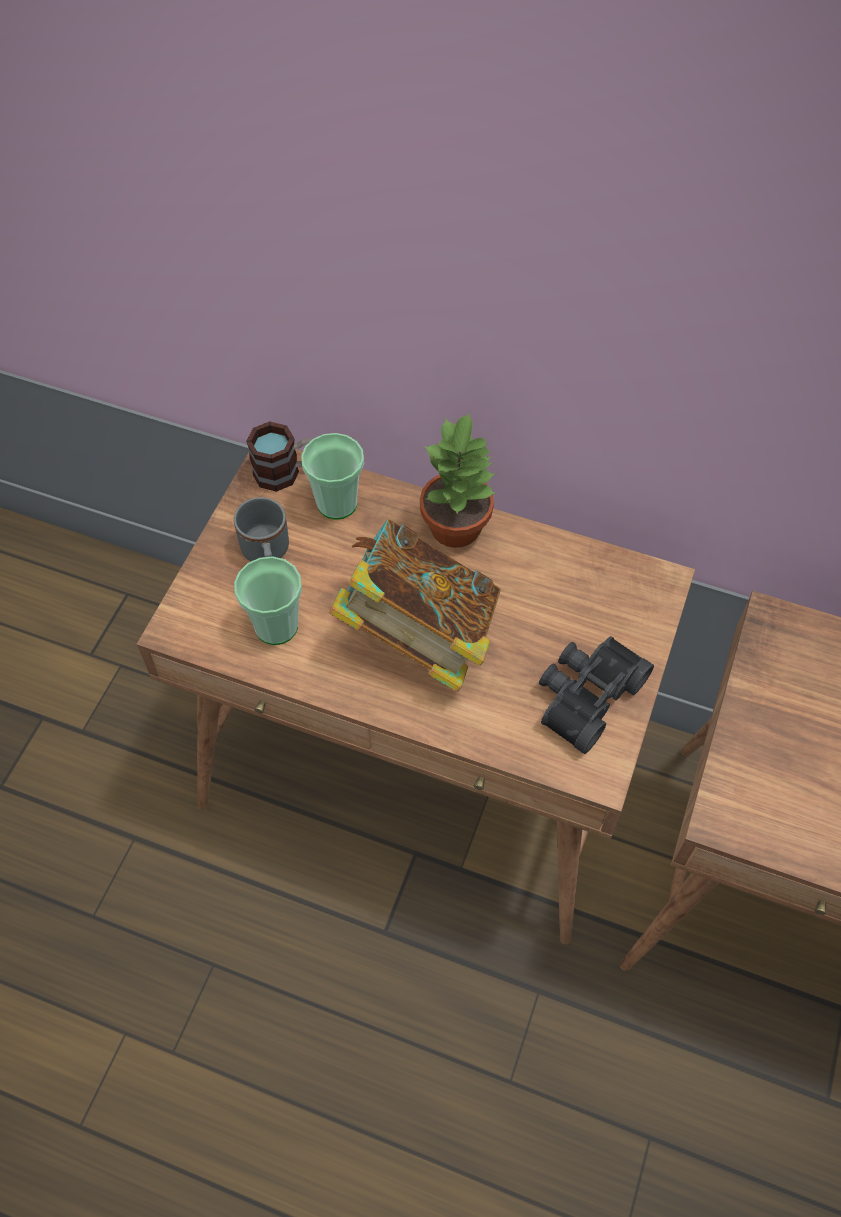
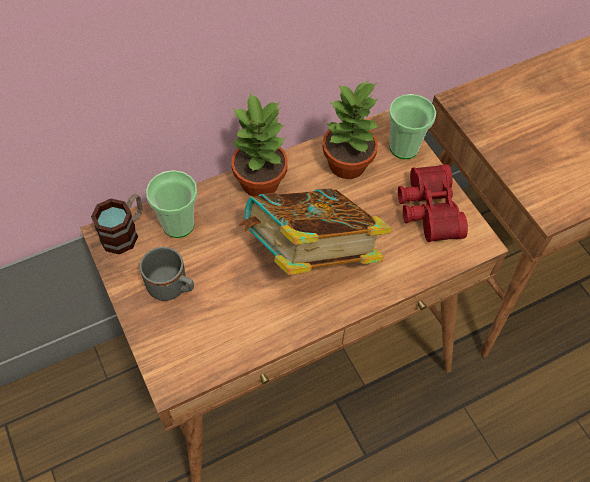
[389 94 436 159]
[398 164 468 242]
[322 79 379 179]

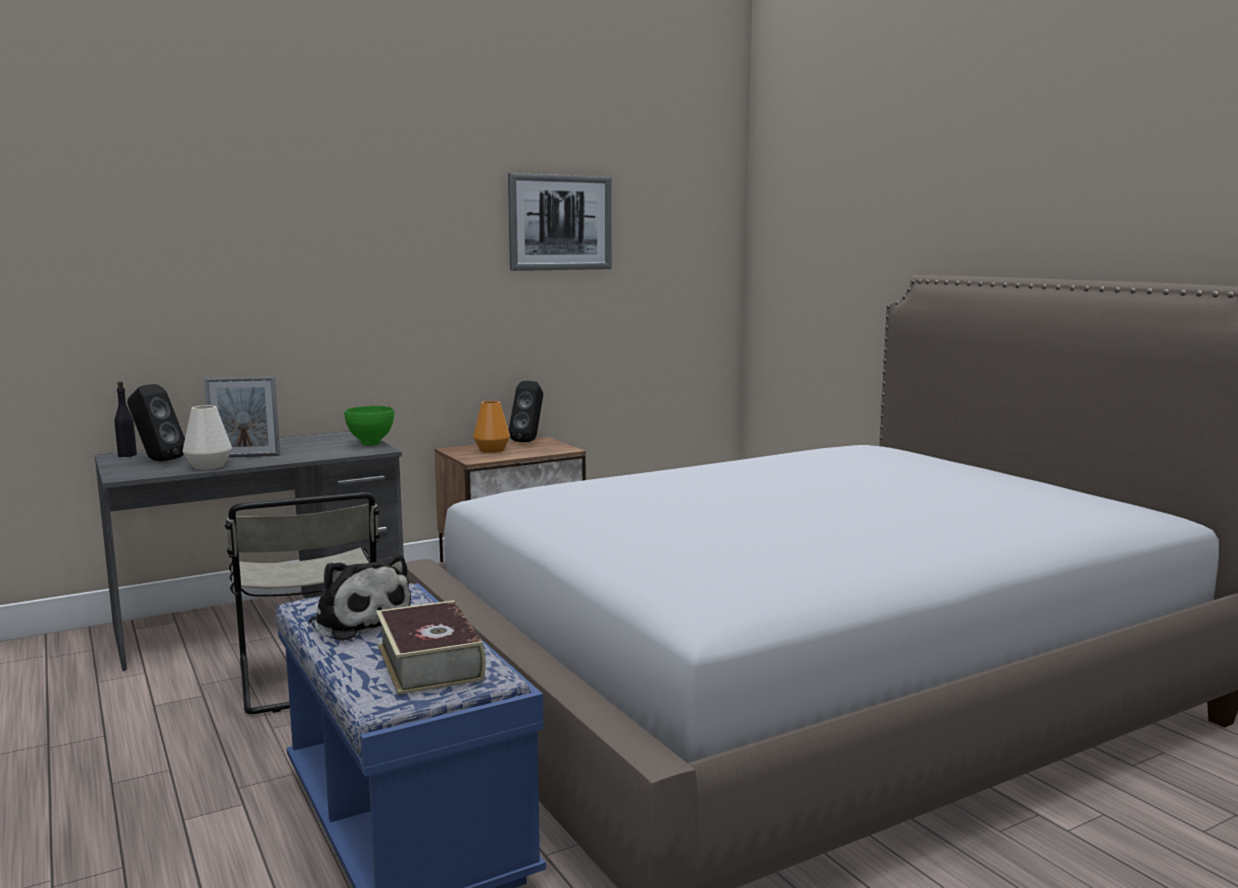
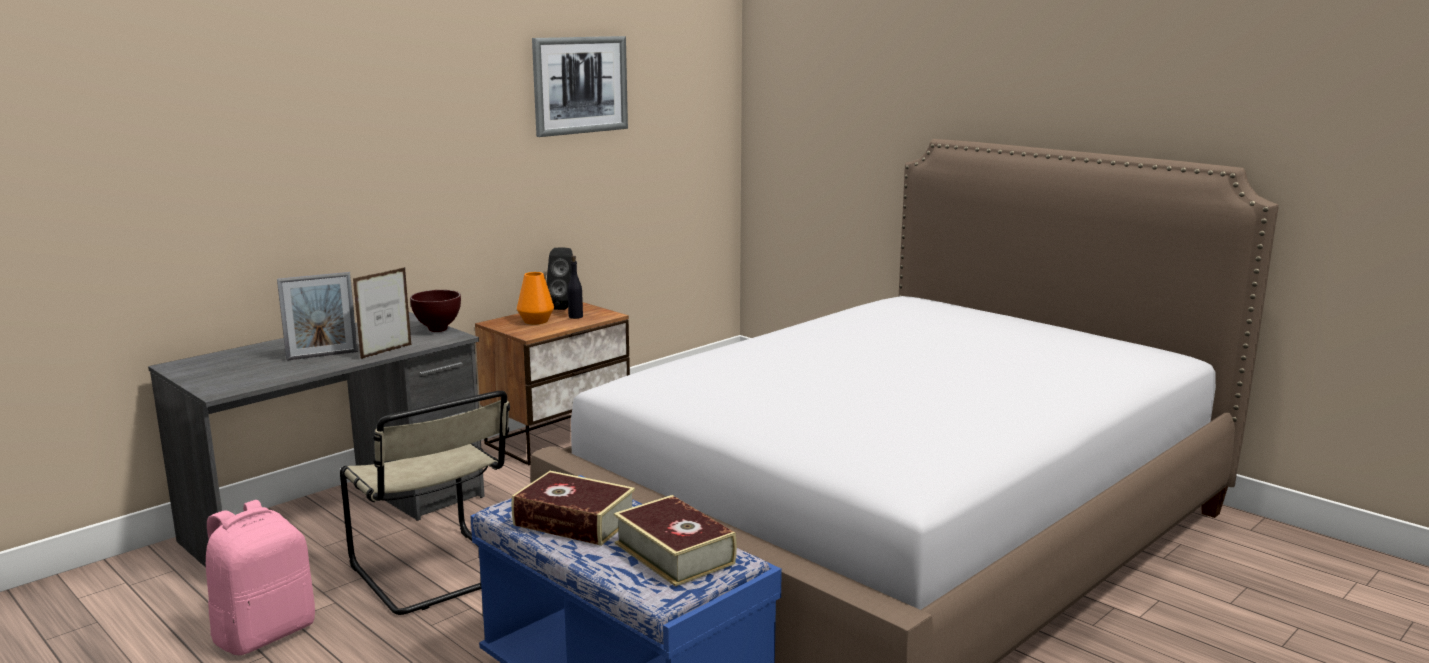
[567 256 583 319]
[127 384 185 461] (first image)
[183 405 232 470] (first image)
[410 290 461 332]
[512 471 635 546]
[353 267 412 359]
[206 500 315 655]

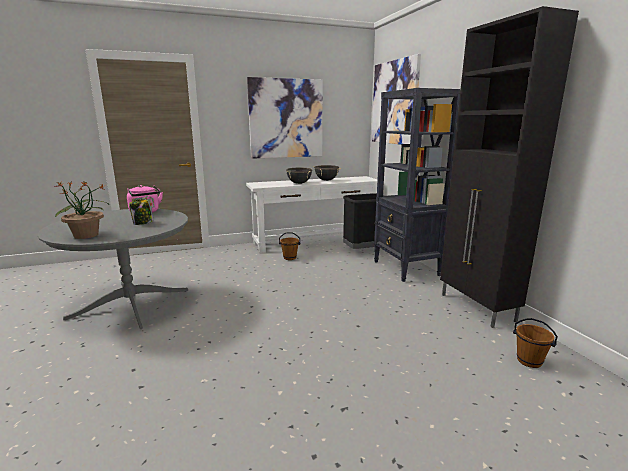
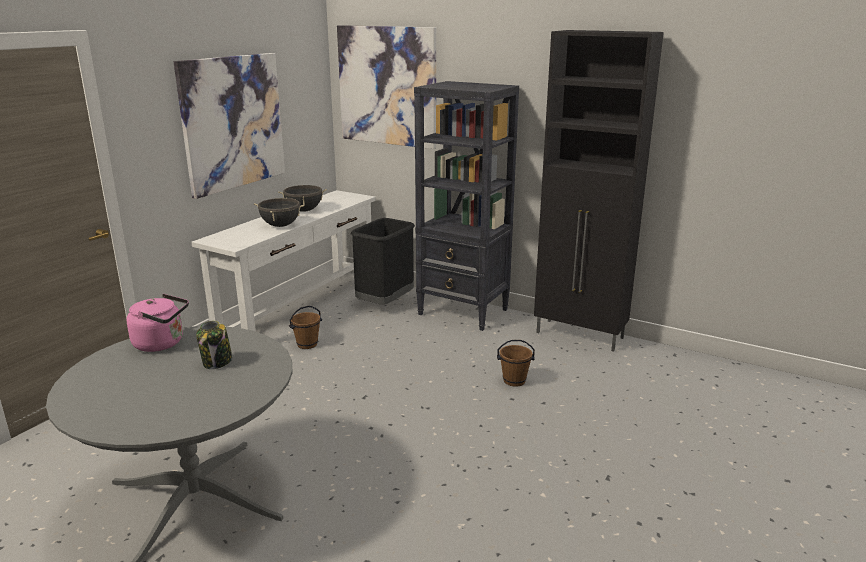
[54 181 108 239] (first image)
[497 340 535 387]

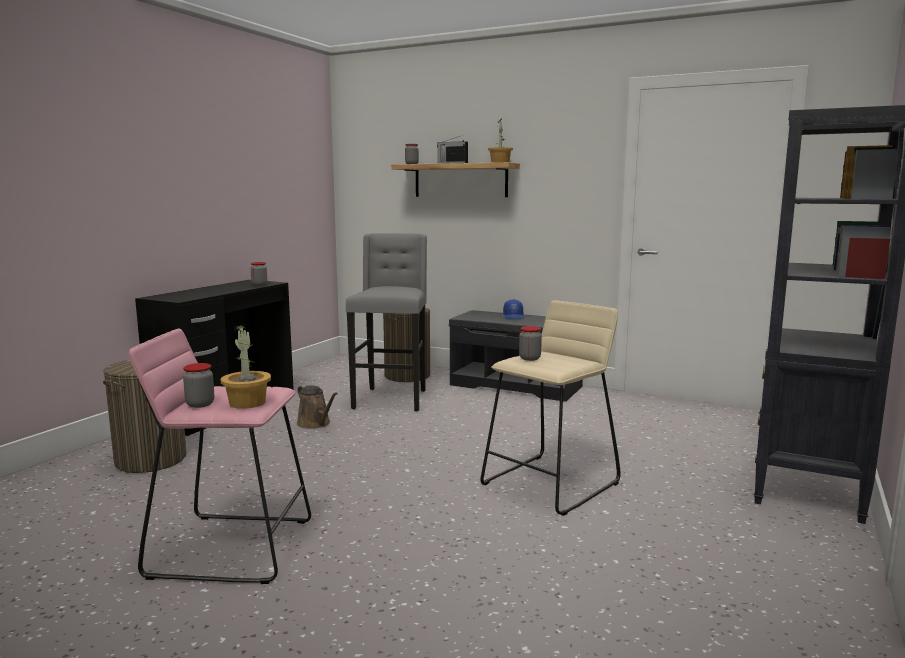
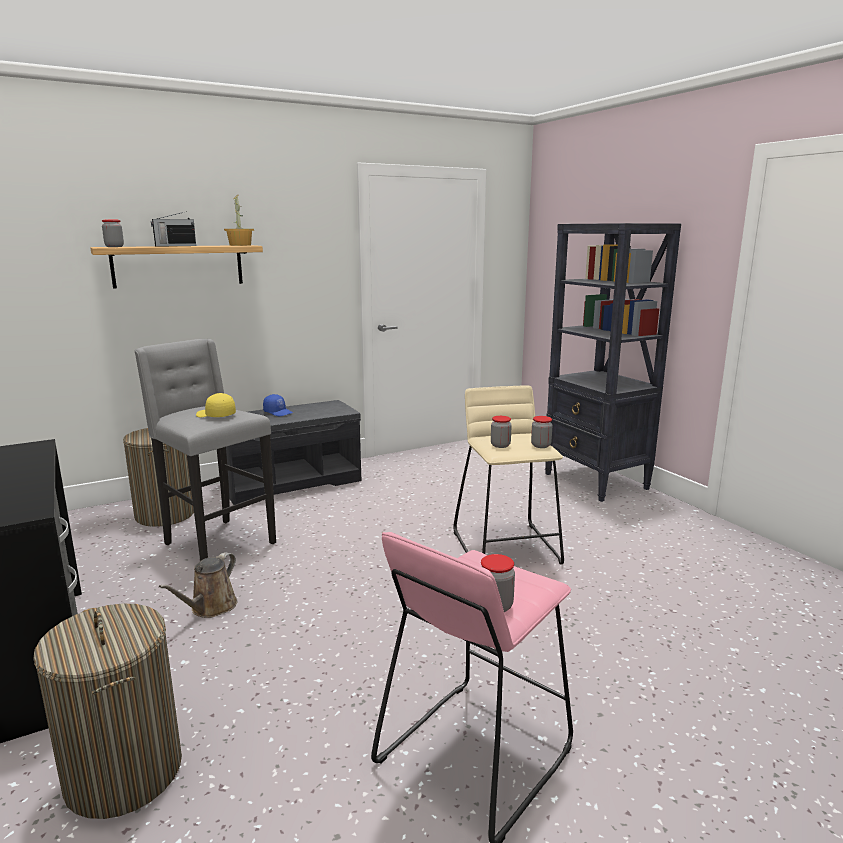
[531 416 553 448]
[221 325 271 409] (first image)
[159 552 237 618]
[196 393 236 417]

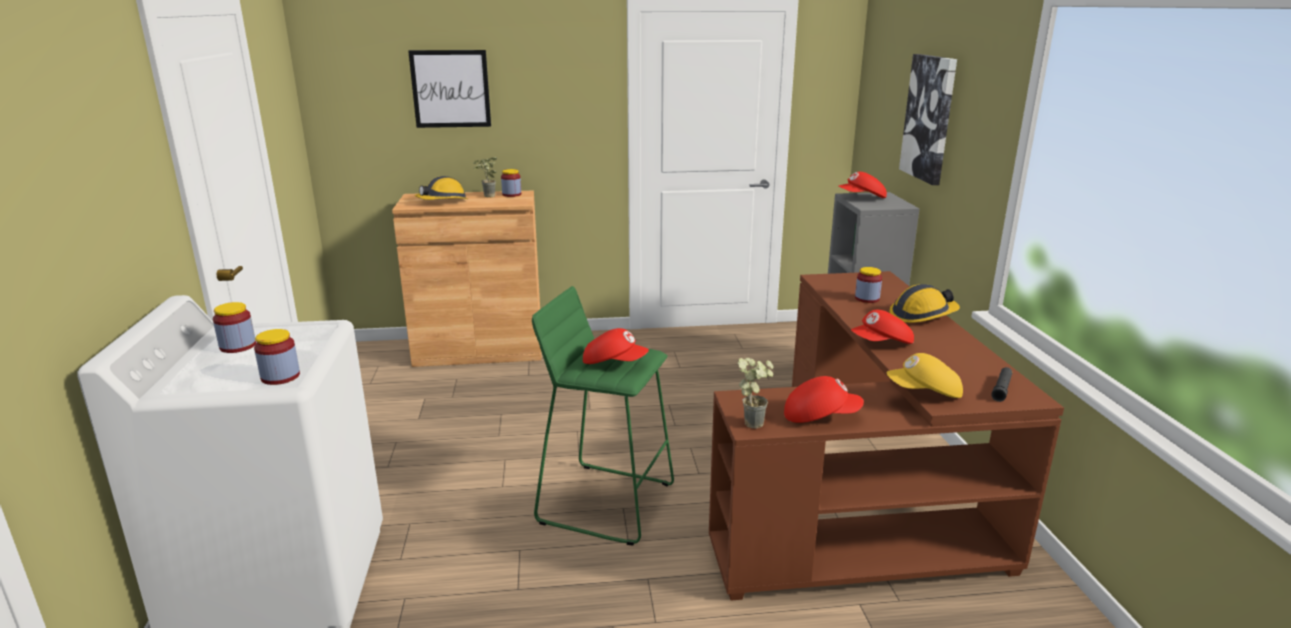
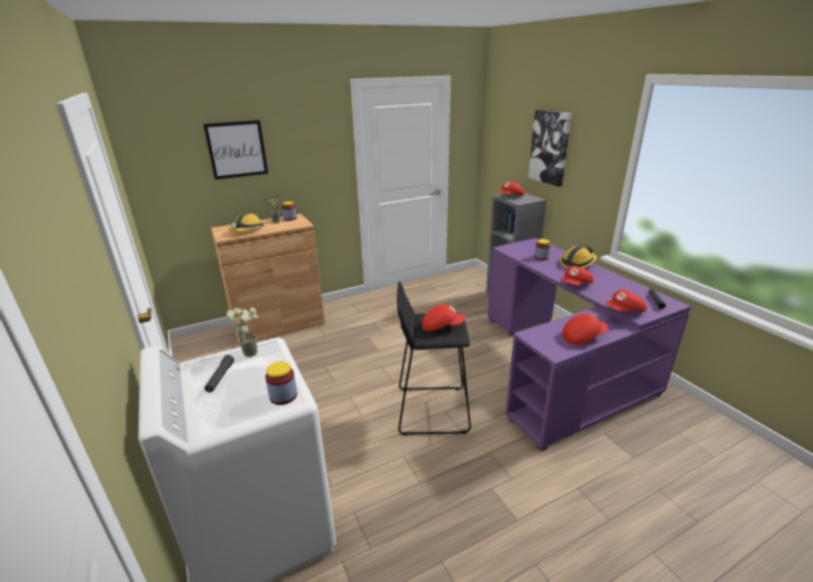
[488 238 691 452]
[397 282 471 436]
[204 355 234 392]
[606 290 647 312]
[226 307 258 357]

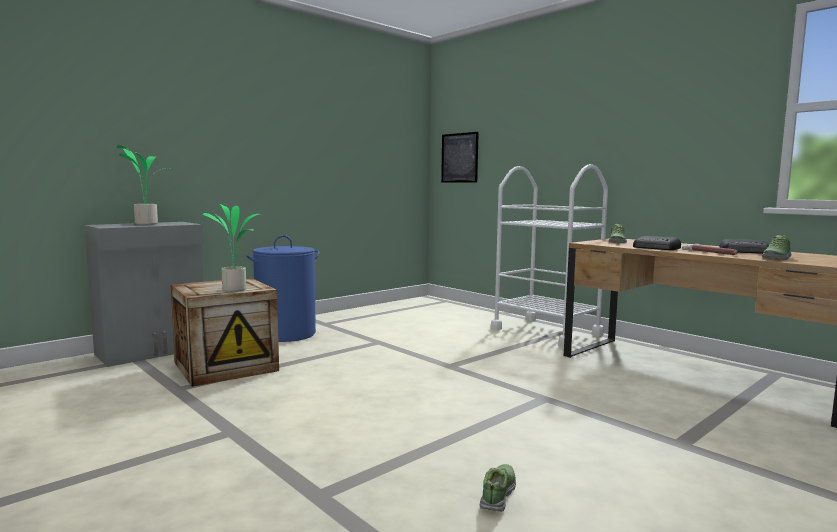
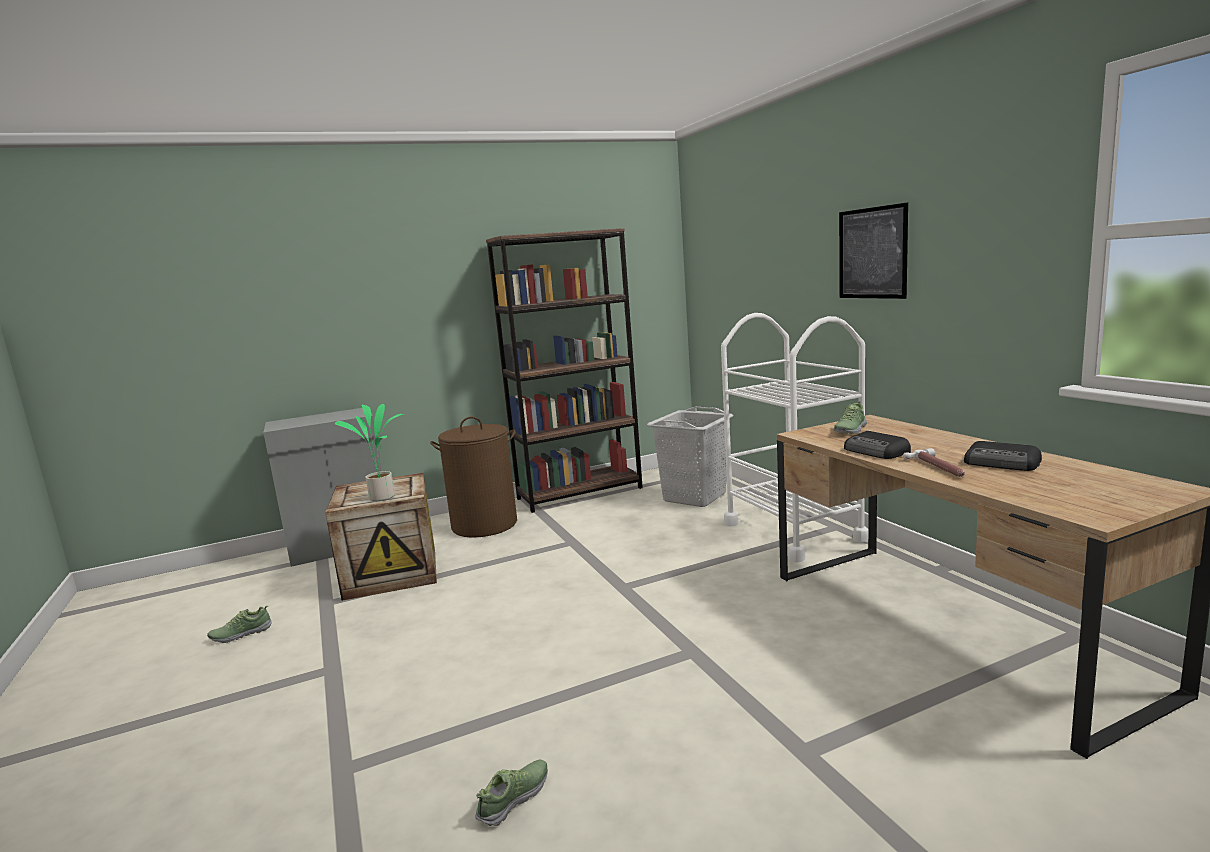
[839 203 908 299]
[116 145 170 225] (first image)
[430 416 517 538]
[207 606 272 643]
[486 228 643 513]
[647 407 733 507]

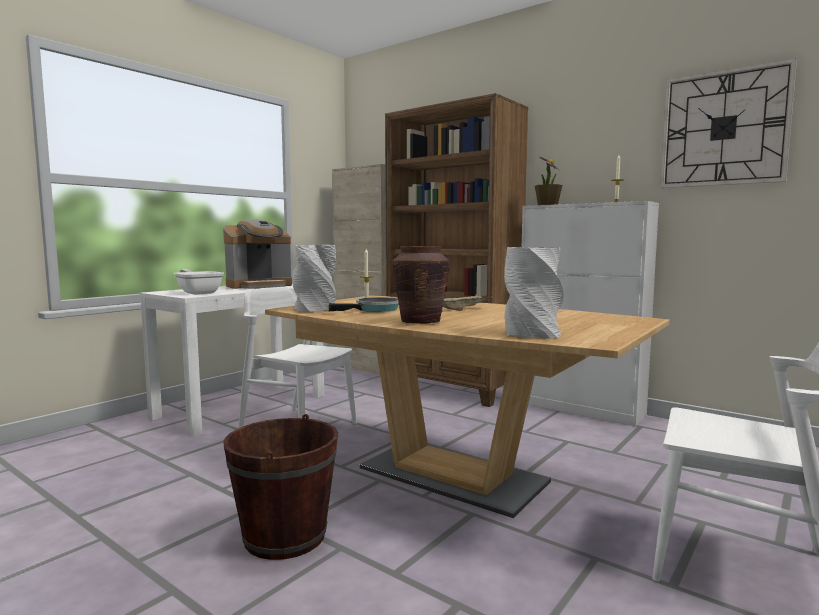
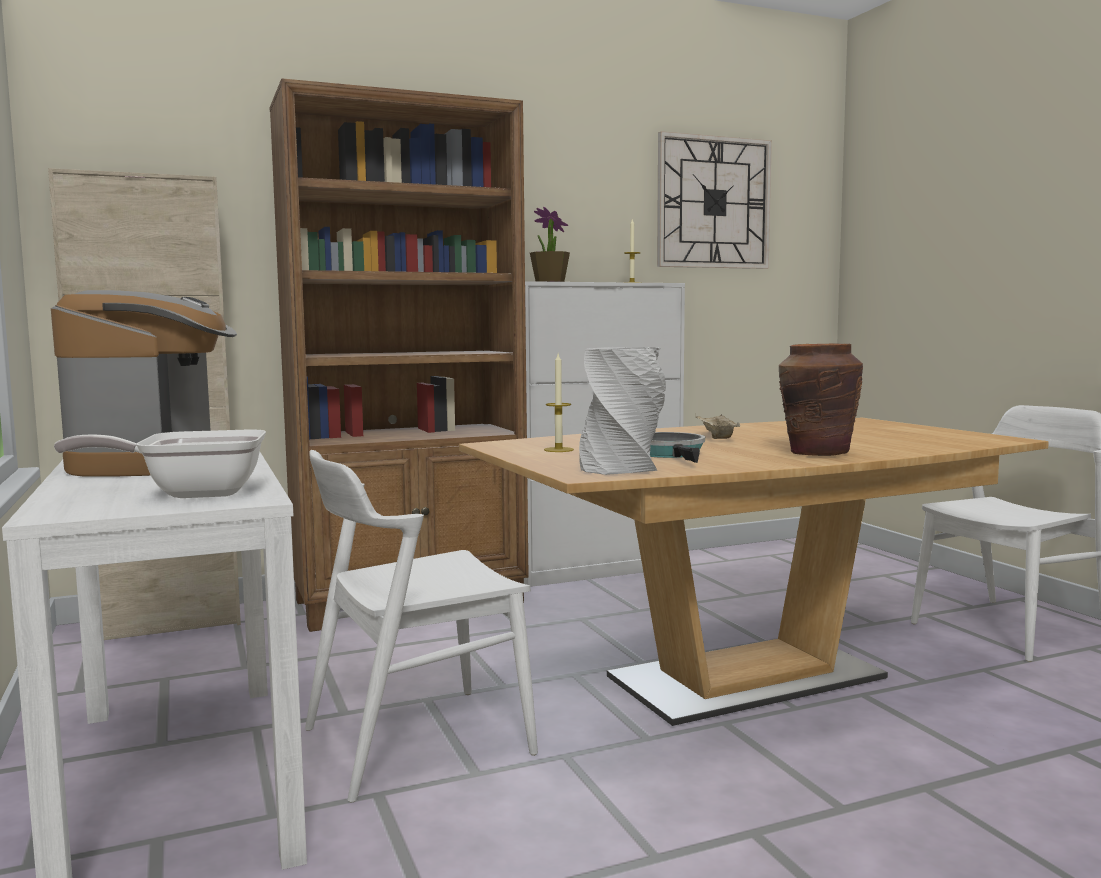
[504 247 564 339] (first image)
[223 414 338 560] (first image)

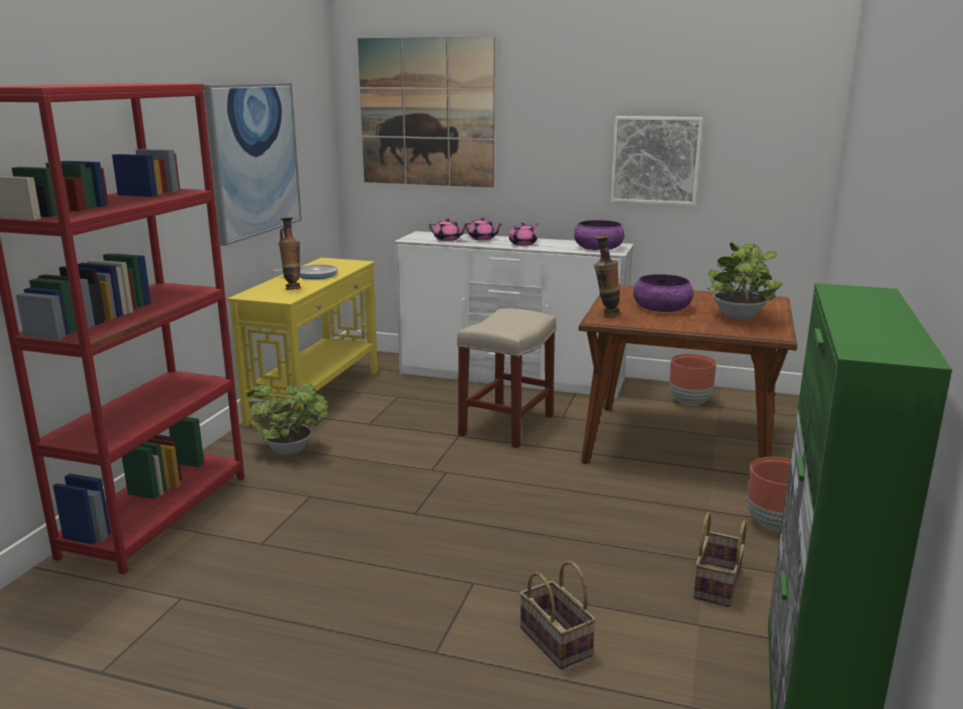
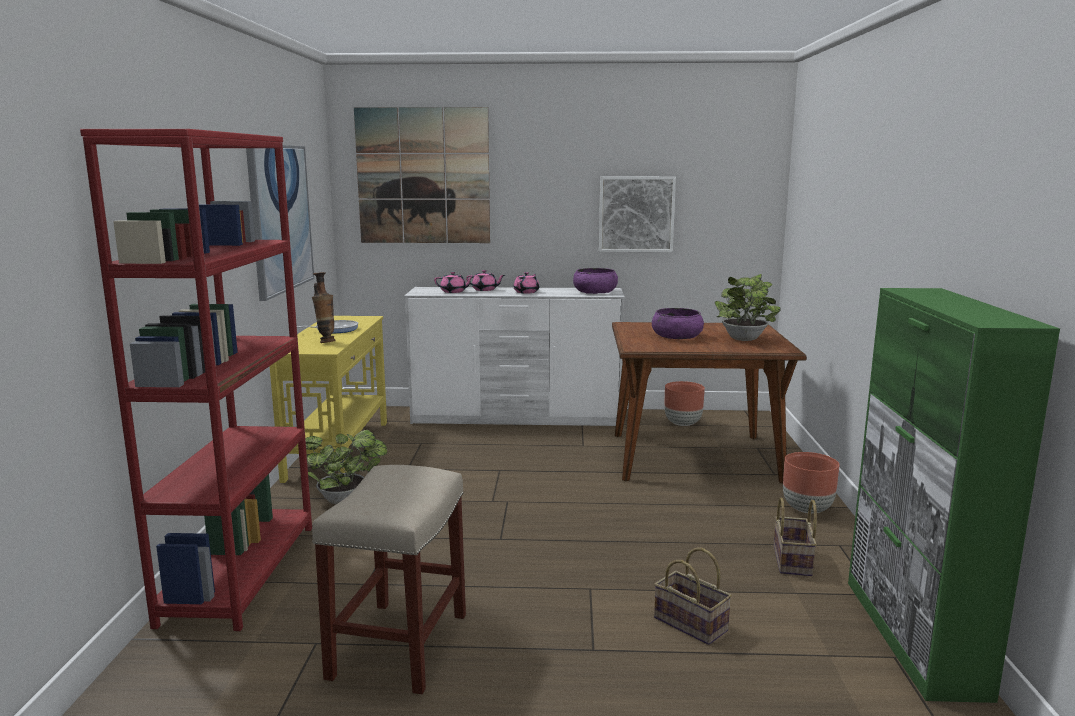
[594 235 621 317] (first image)
[312 465 466 694]

